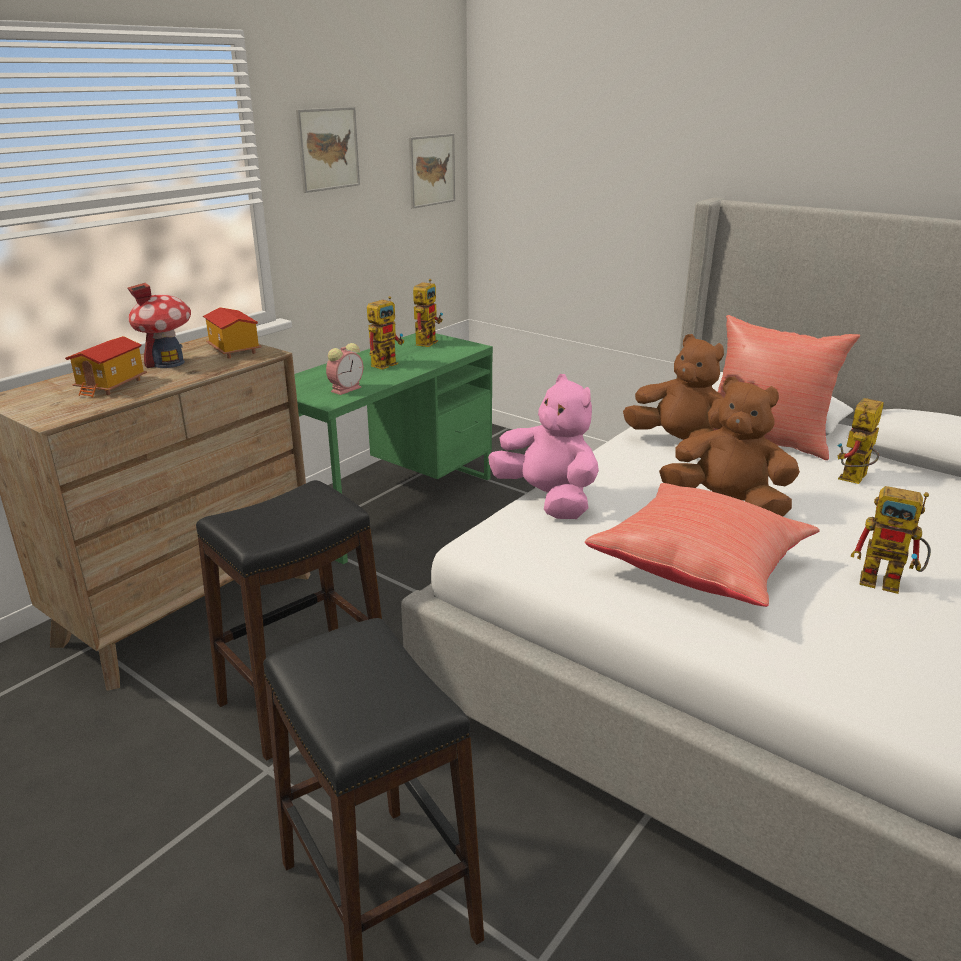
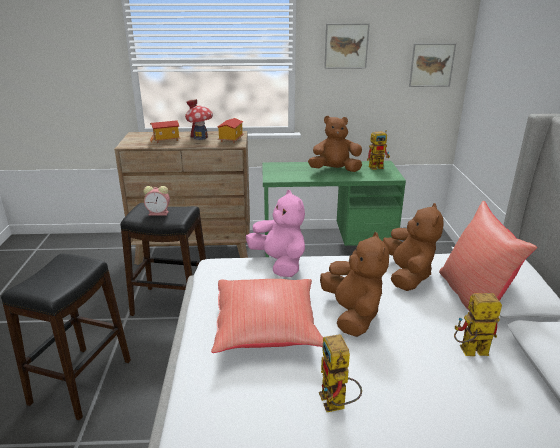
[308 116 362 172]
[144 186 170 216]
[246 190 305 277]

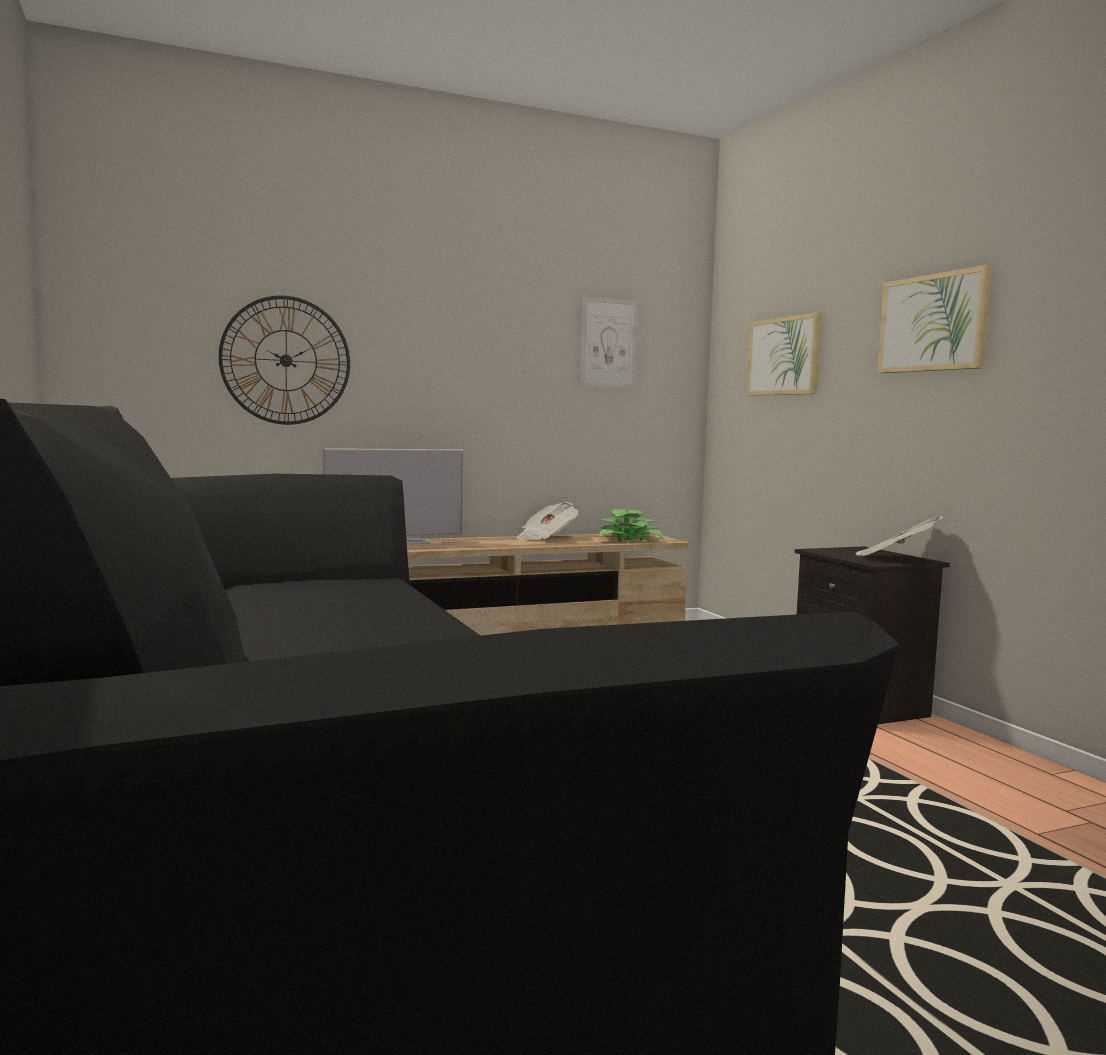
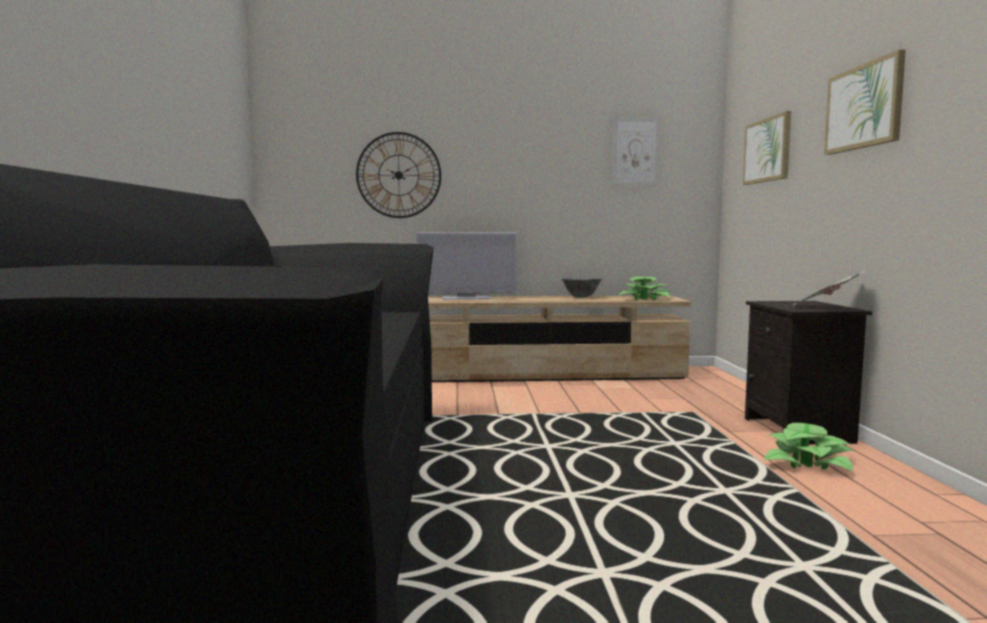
[561 277 602 298]
[764 423 854 472]

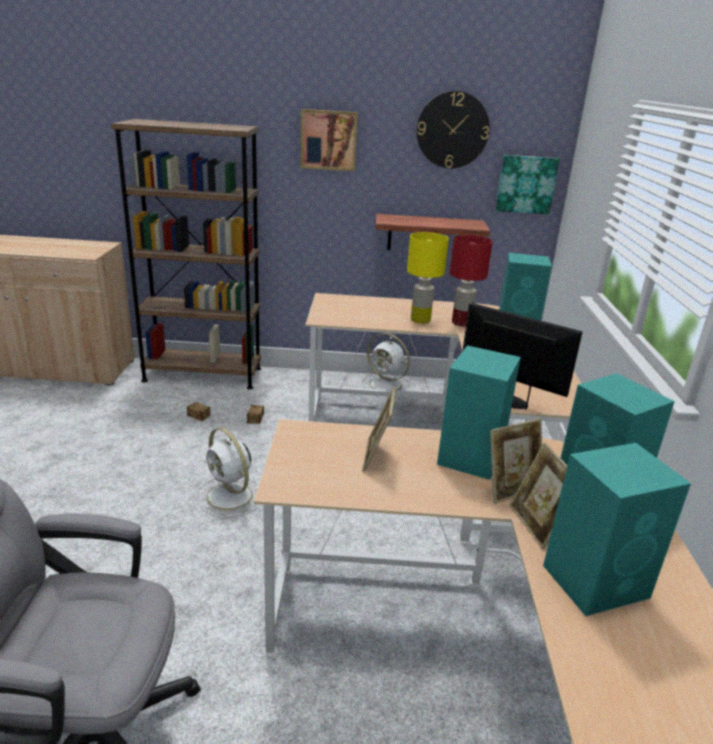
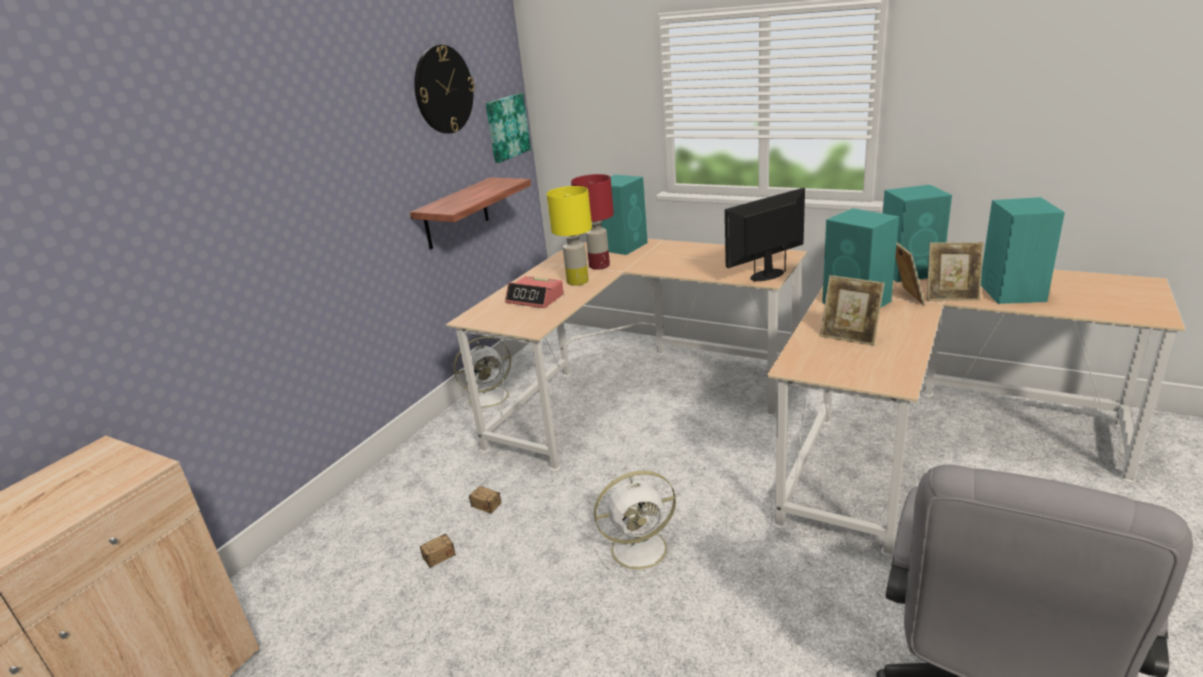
[300 109 358 171] (first image)
[111 119 261 390] (first image)
[505 276 564 308]

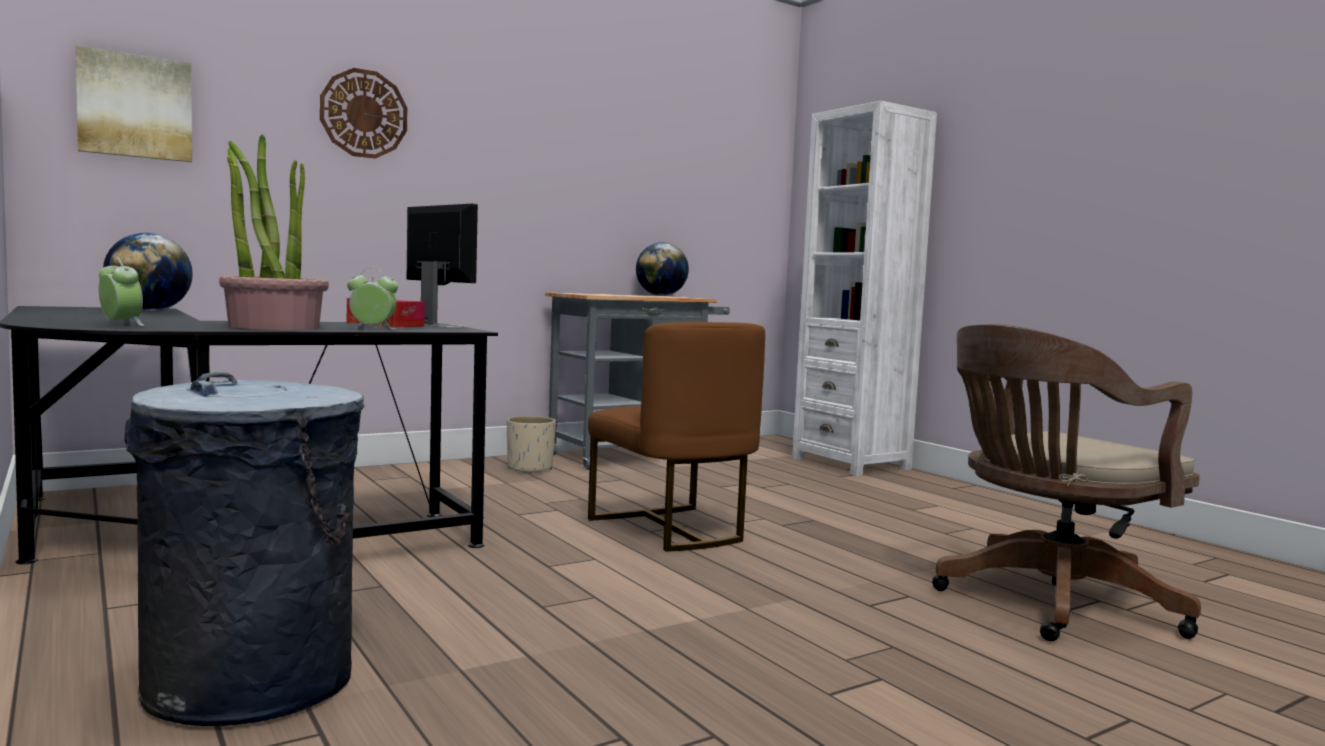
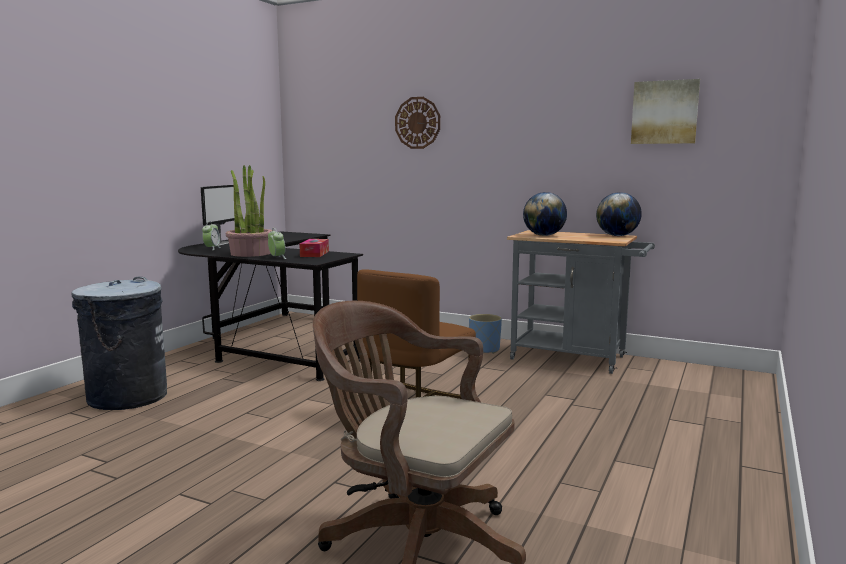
[631 79 700 144]
[792 101 937 476] (first image)
[201 185 235 246]
[523 192 567 236]
[469 314 502 354]

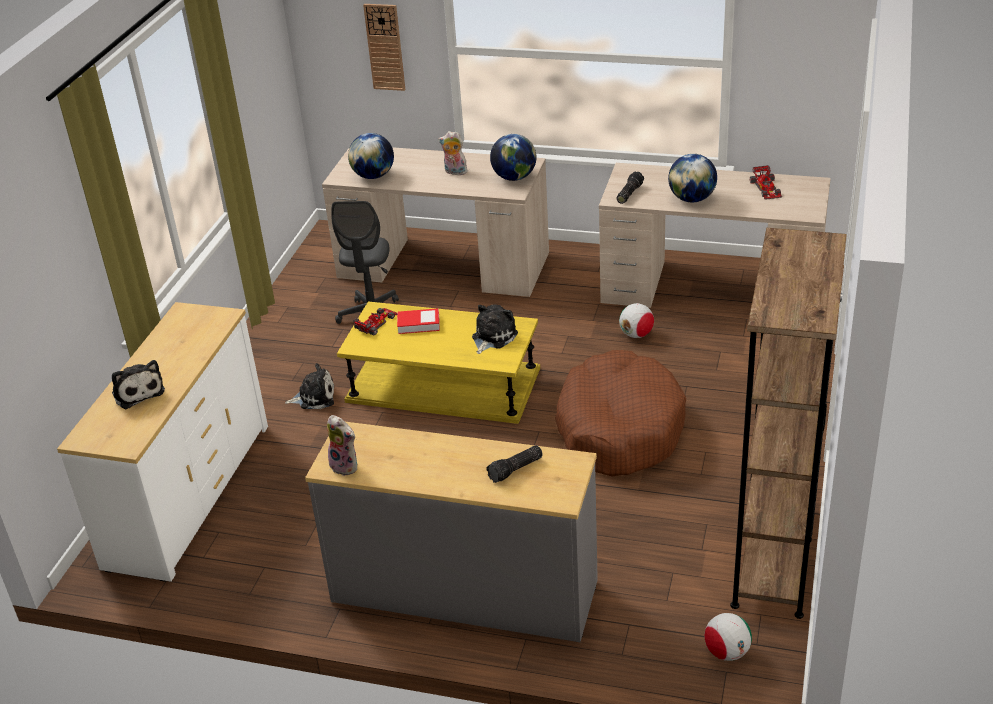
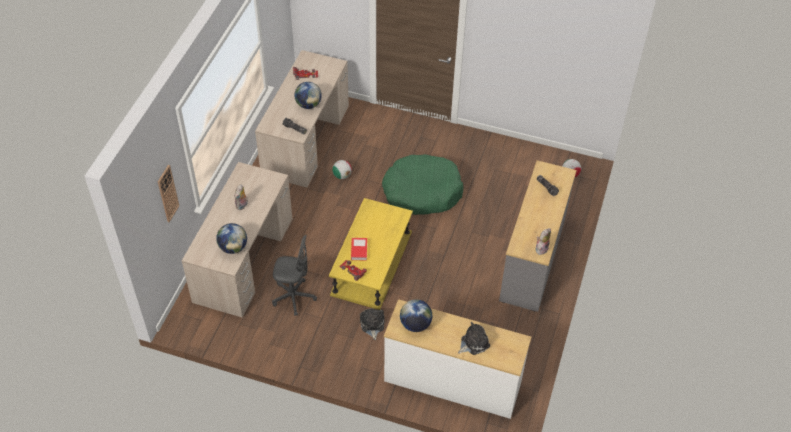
[400 299 432 332]
[730 228 847 619] (first image)
[472 304 518 354] (first image)
[382 154 464 215]

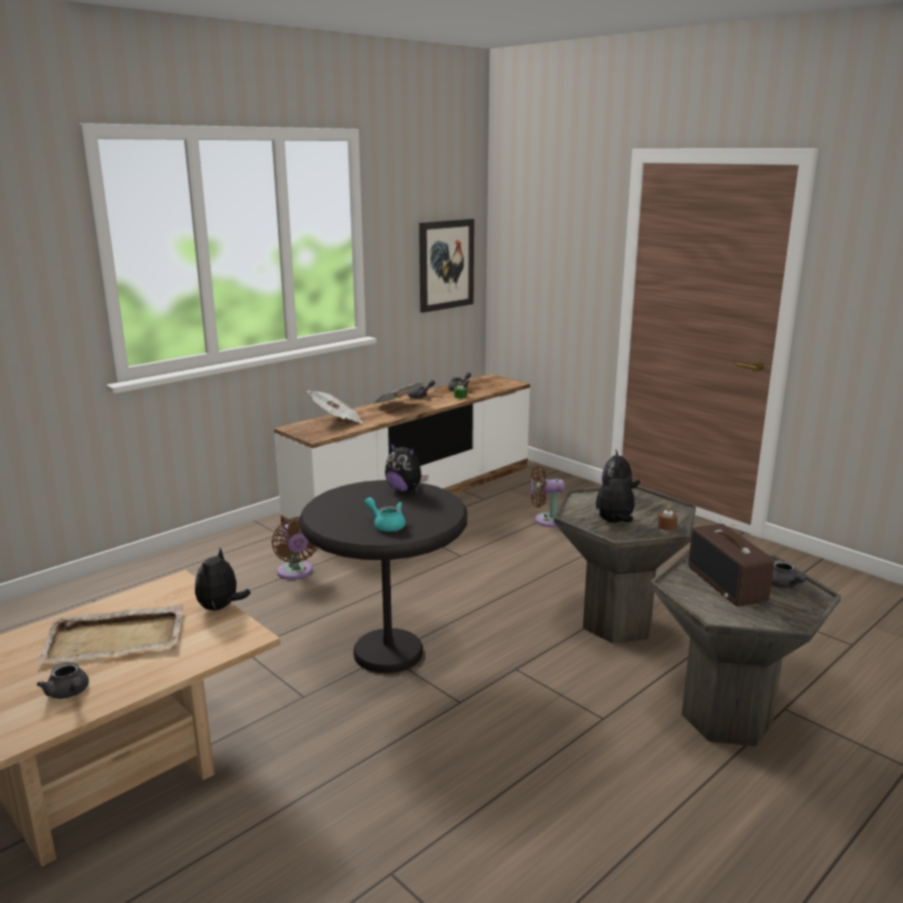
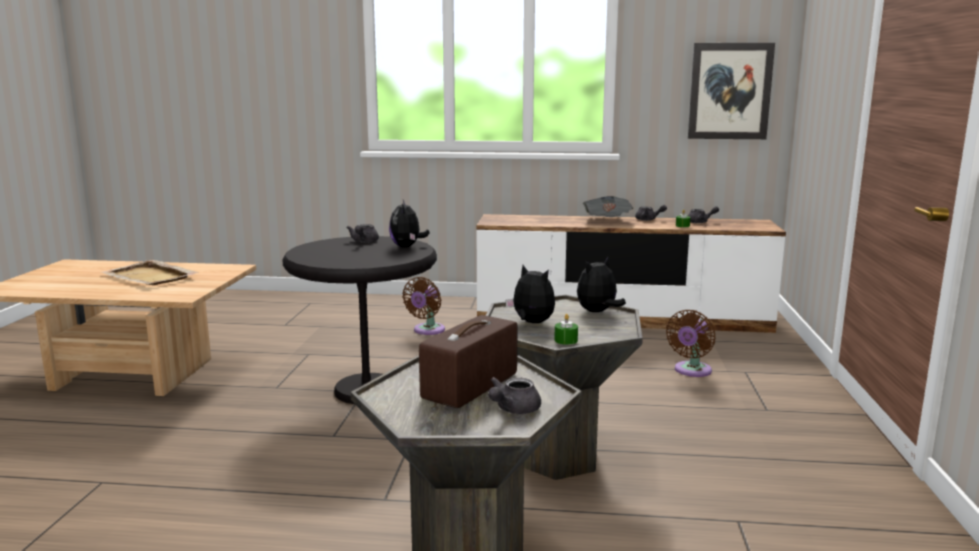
[308 391 363 423] (first image)
[666 310 715 377]
[365 497 406 532] (first image)
[554 314 578 345]
[195 548 251 610] (first image)
[346 224 379 243]

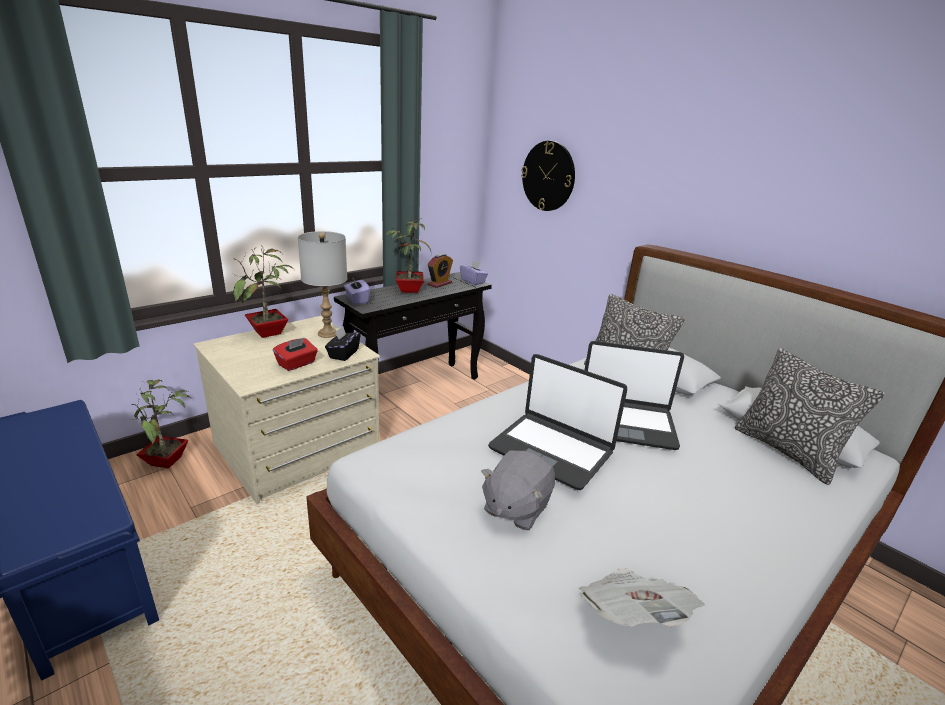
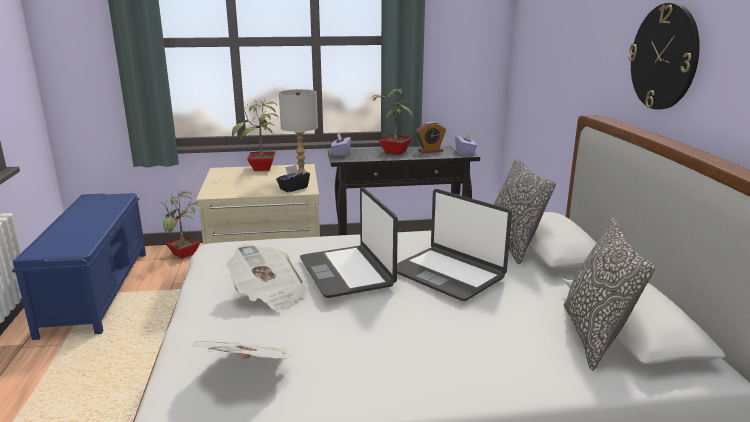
[629 3 700 110]
[273 338 318 371] (first image)
[227 244 307 313]

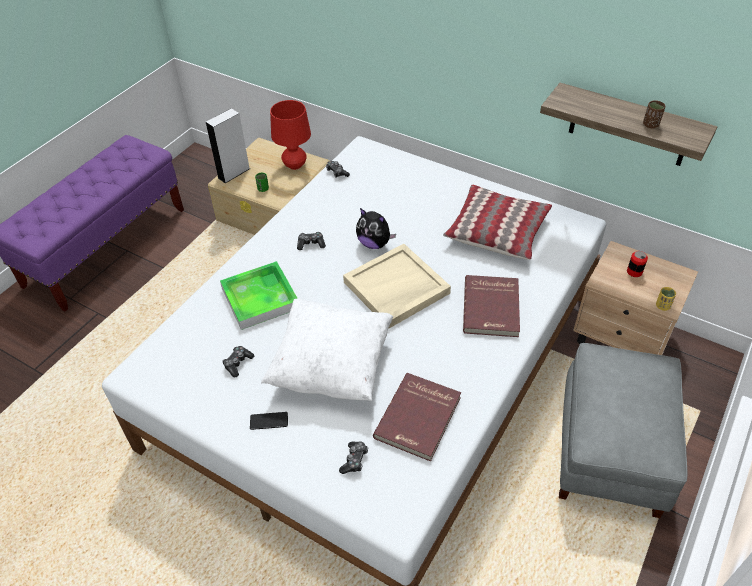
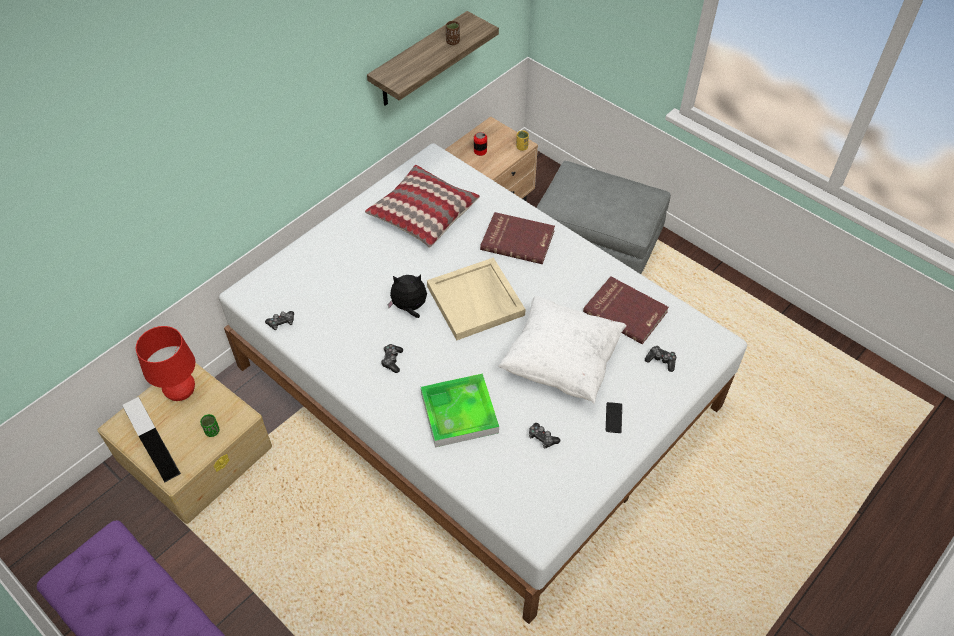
[388 275 427 318]

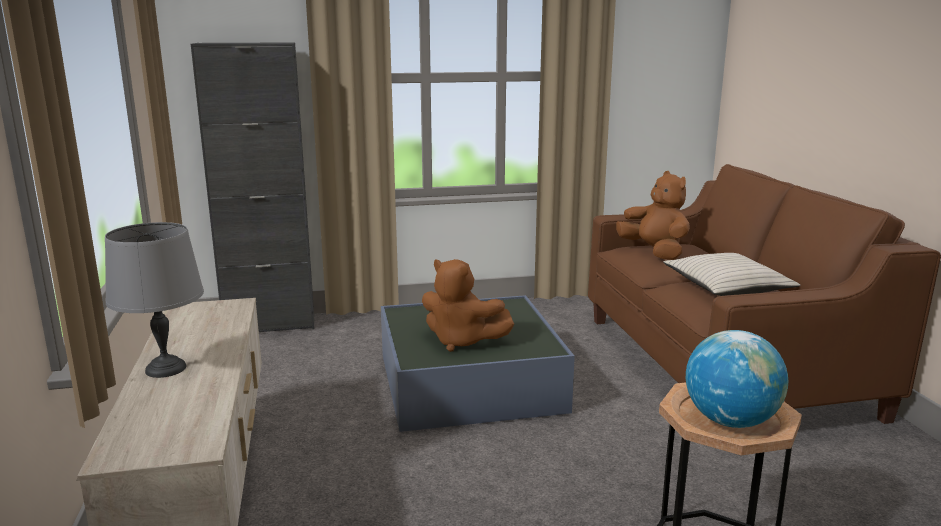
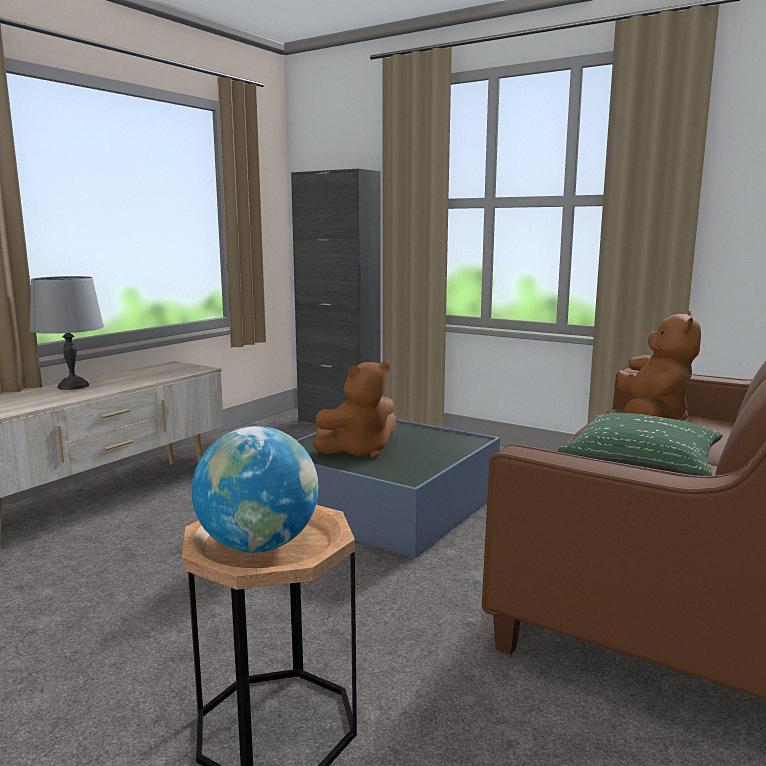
[558 413 723 476]
[313 361 396 459]

